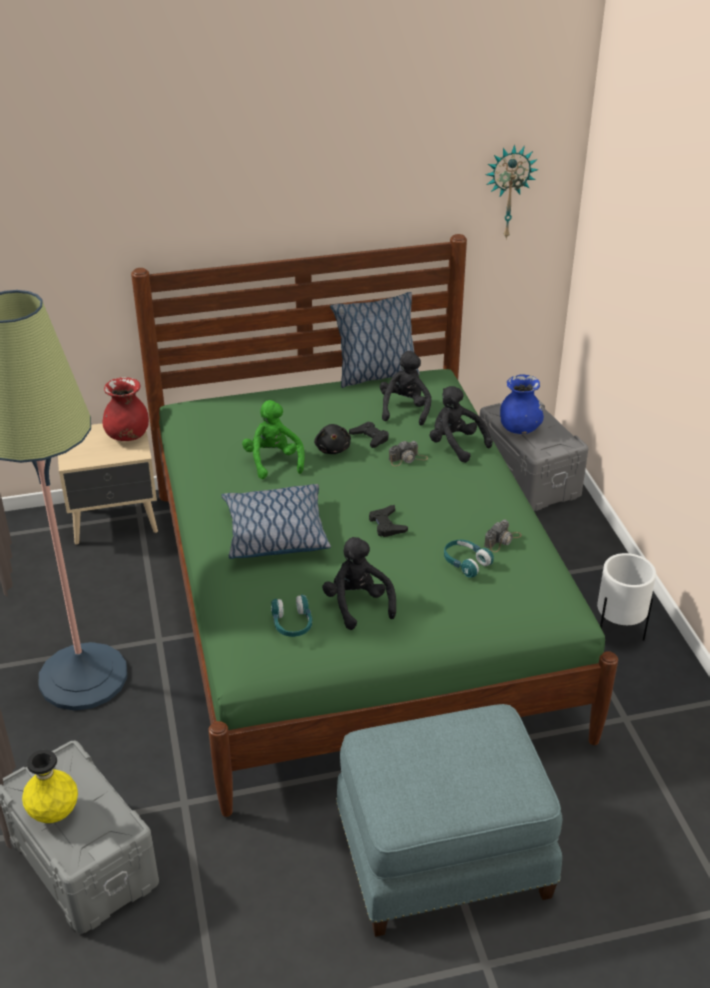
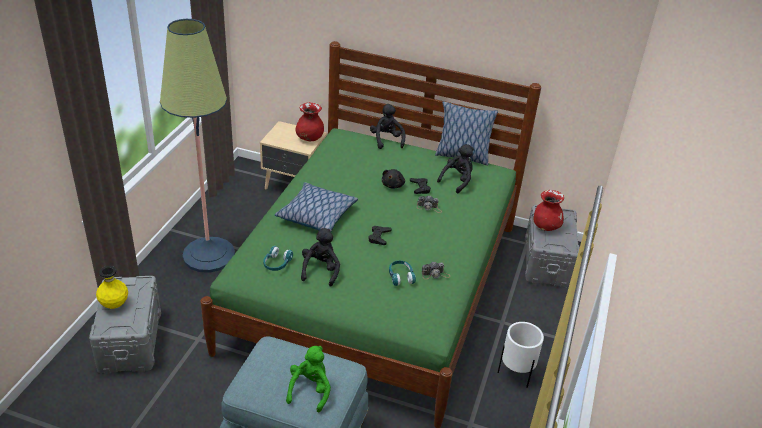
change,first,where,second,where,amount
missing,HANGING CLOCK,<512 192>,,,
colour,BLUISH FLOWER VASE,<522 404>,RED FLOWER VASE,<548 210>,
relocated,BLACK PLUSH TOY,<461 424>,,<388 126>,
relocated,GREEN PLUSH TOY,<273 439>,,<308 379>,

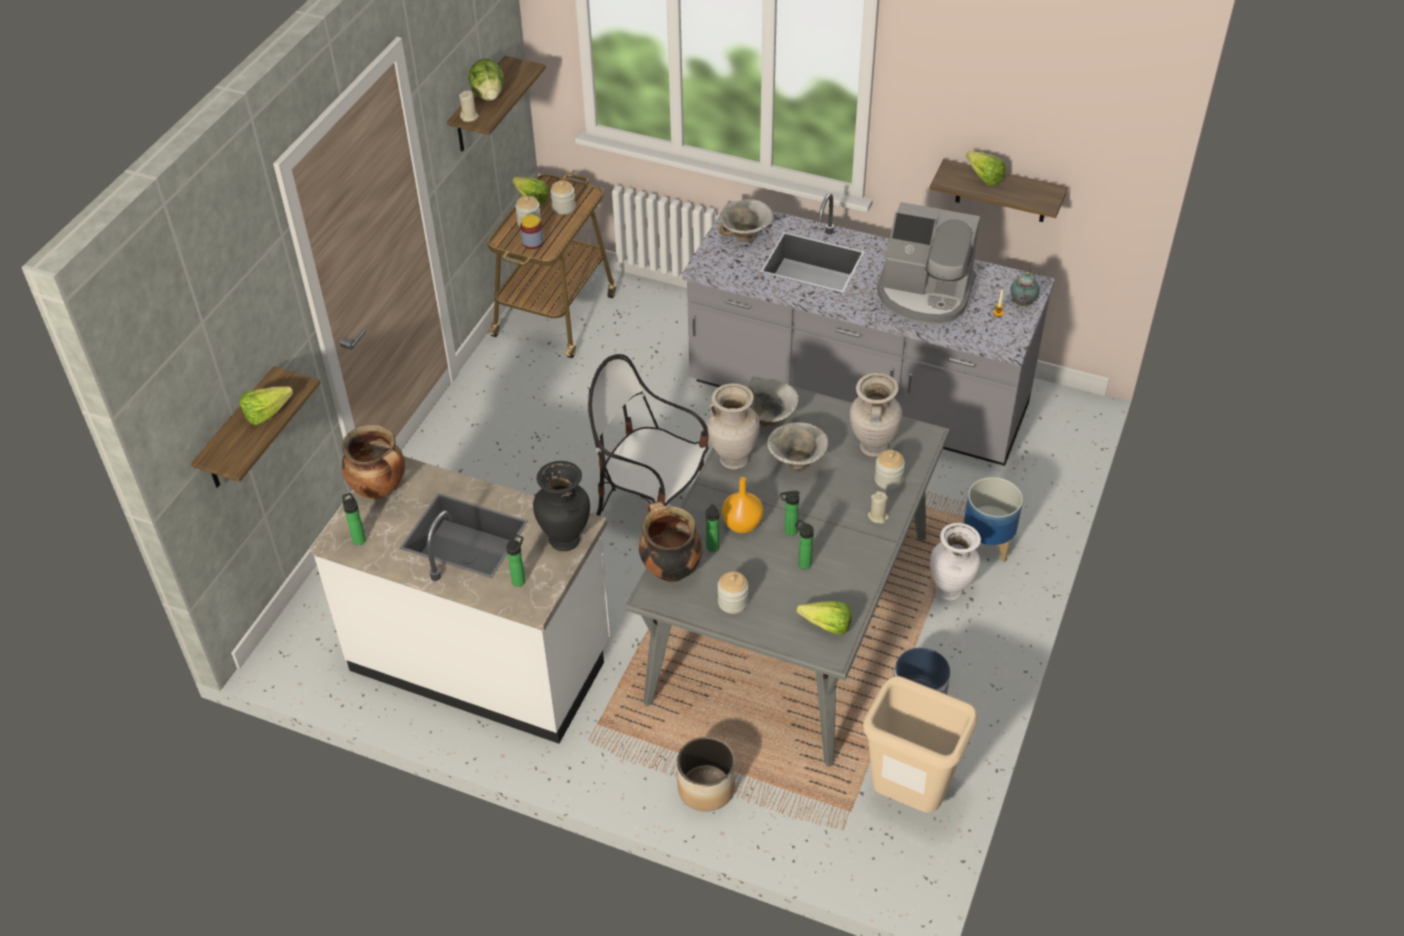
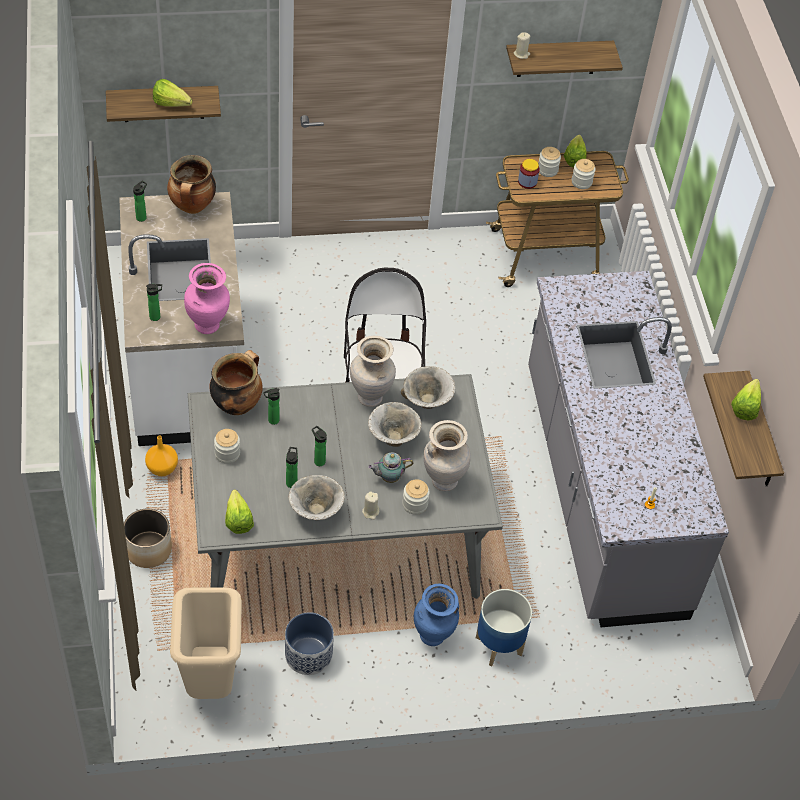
change,first,where,second,where,amount
missing,HEAD OF LETTUCE,<486 79>,,,
relocated,SERVING BOWL,<745 220>,,<317 497>,
missing,COFFEE BREWER,<928 263>,,,
relocated,POT FOR TEA,<1025 287>,,<390 467>,
colour,BLACK FLOWER VASE,<561 506>,PINK FLOWER VASE,<207 298>,
relocated,ORANGE-COLOURED FLOWER VASE,<742 505>,,<161 456>,
colour,WHITISH FLOWER VASE,<955 561>,BLUISH FLOWER VASE,<436 615>,

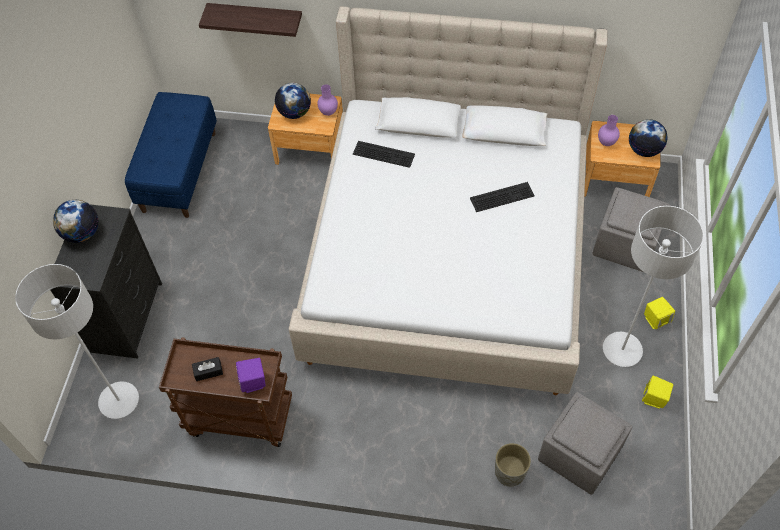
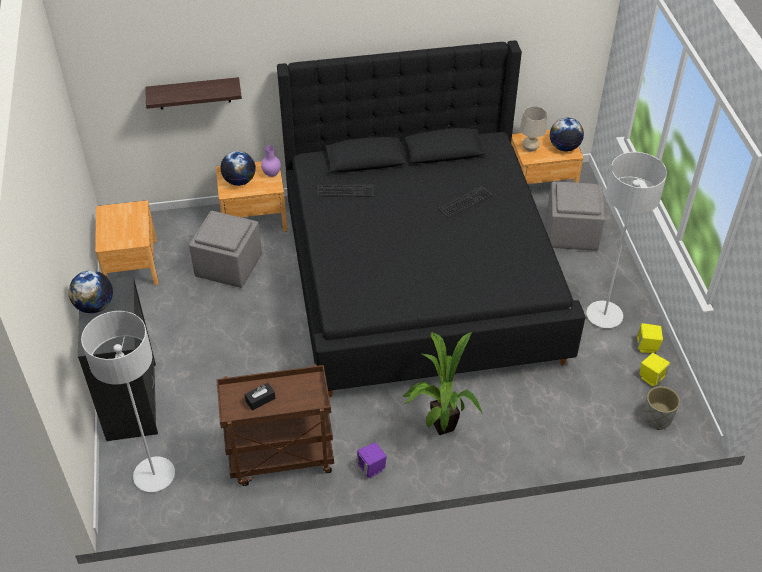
change,first,where,second,where,amount
colour,SAND-COLOURED SLEEPING BED,<448 200>,BLACK SLEEPING BED,<431 218>,
exchanged,BLUISH LONG SEAT,<171 155>,BROWN NIGHT TABLE,<127 242>,
exchanged,PURPLISH FLOWER VASE,<609 130>,SAND-COLOURED LAMP FOR A TABLE,<533 129>,
relocated,YELLOWISH LOUDSPEAKER,<659 313>,,<655 370>,
relocated,PURPLISH LOUDSPEAKER,<251 375>,,<371 460>,
relocated,GREYISH OTTOMAN,<585 443>,,<225 249>,
relocated,GREYISH FLOWER POT,<513 464>,,<661 408>,
appeared,,,PLANT IN A POT,<443 383>,

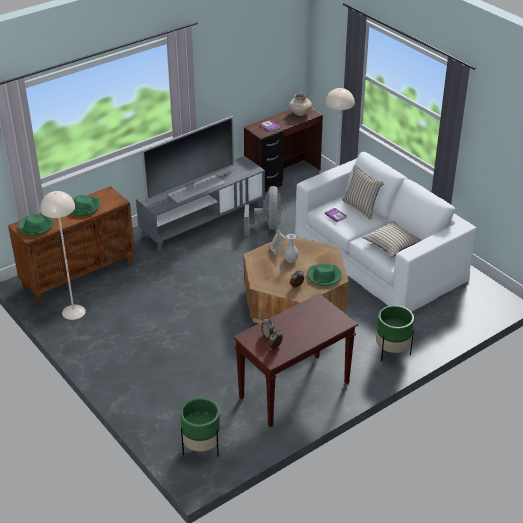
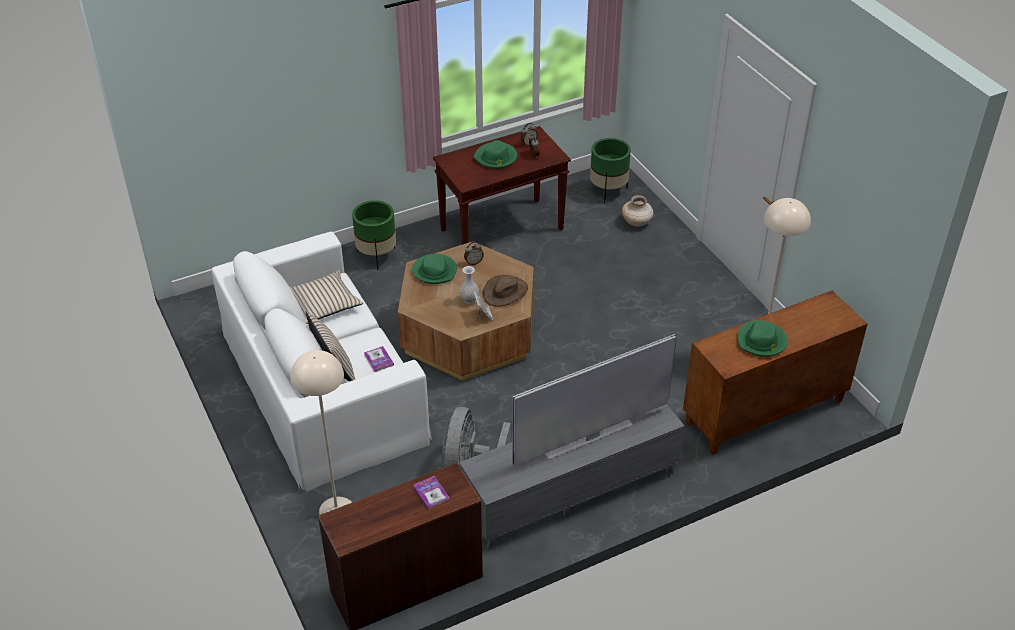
change,first,where,second,where,amount
relocated,SAND-COLOURED FLOWER VASE,<300 104>,,<637 211>,
relocated,GREEN CLOTHING HAT,<36 225>,,<495 154>,
appeared,,,BROWN CLOTHING HAT,<505 291>,

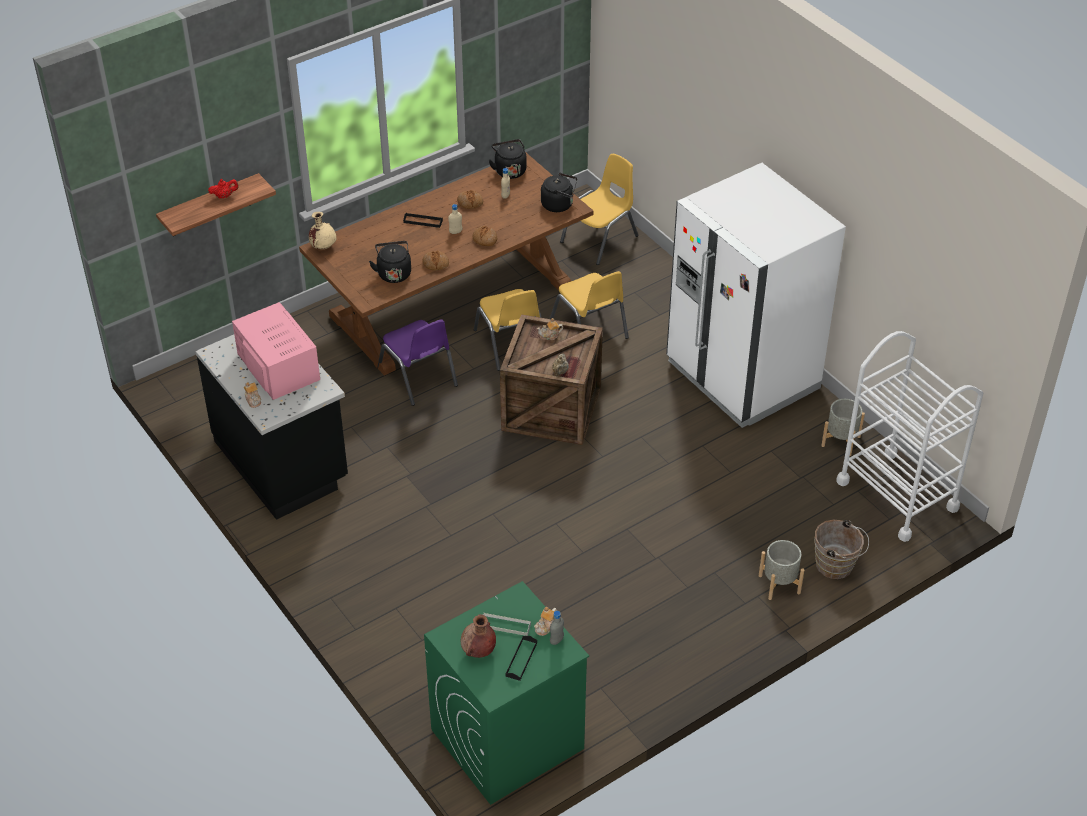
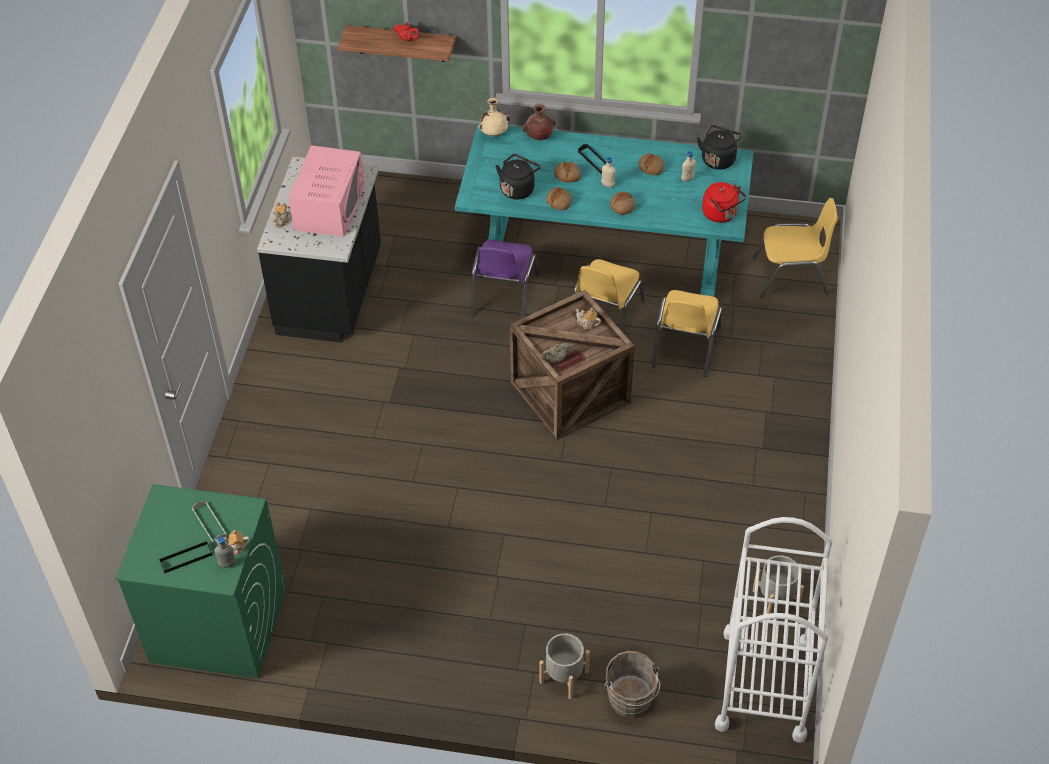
change,first,where,second,where,amount
colour,BROWN DINNER TABLE,<446 264>,TURQUOISE DINNER TABLE,<604 210>,
missing,WHITISH REFRIGERATOR,<756 295>,,,
colour,BLACK KETTLE,<559 192>,RED KETTLE,<724 202>,
relocated,BROWN FLOWER VASE,<478 636>,,<538 122>,
appeared,,,BREAD,<567 172>,

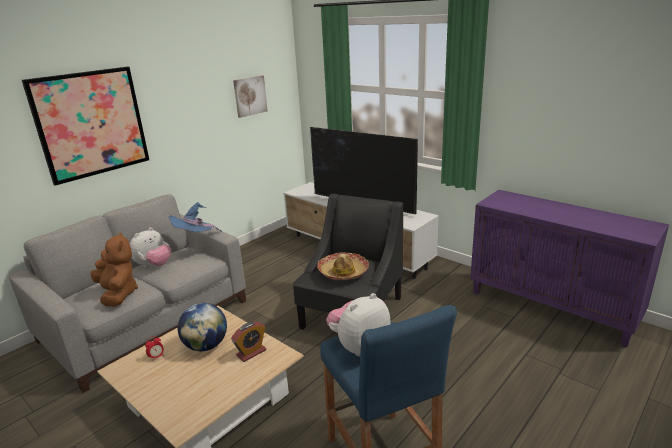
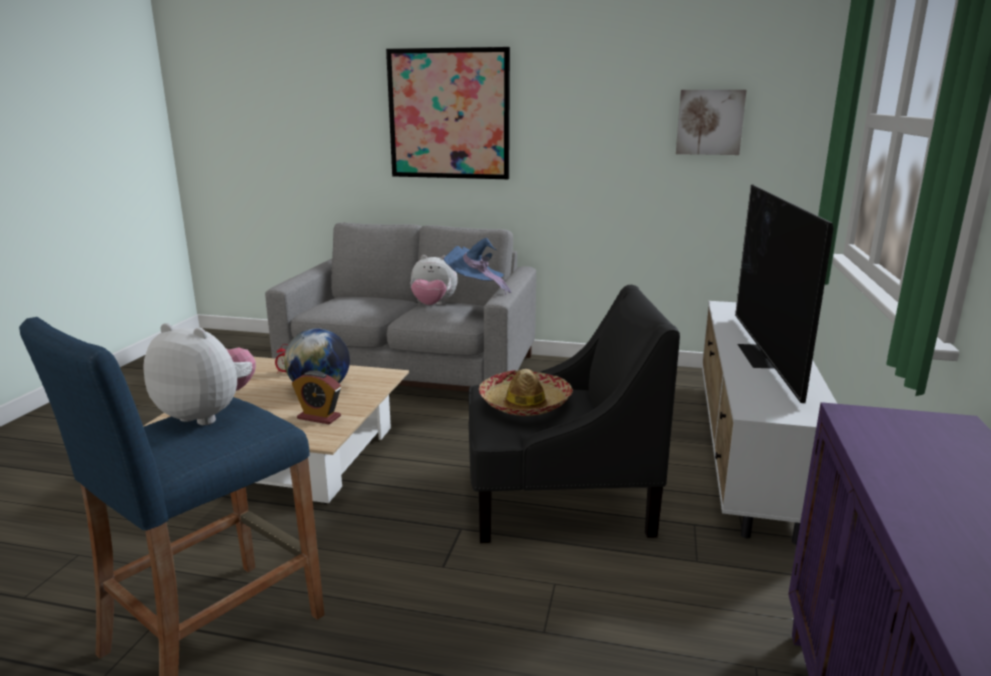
change,first,where,second,where,amount
missing,BROWN PLUSH TOY,<114 269>,,,

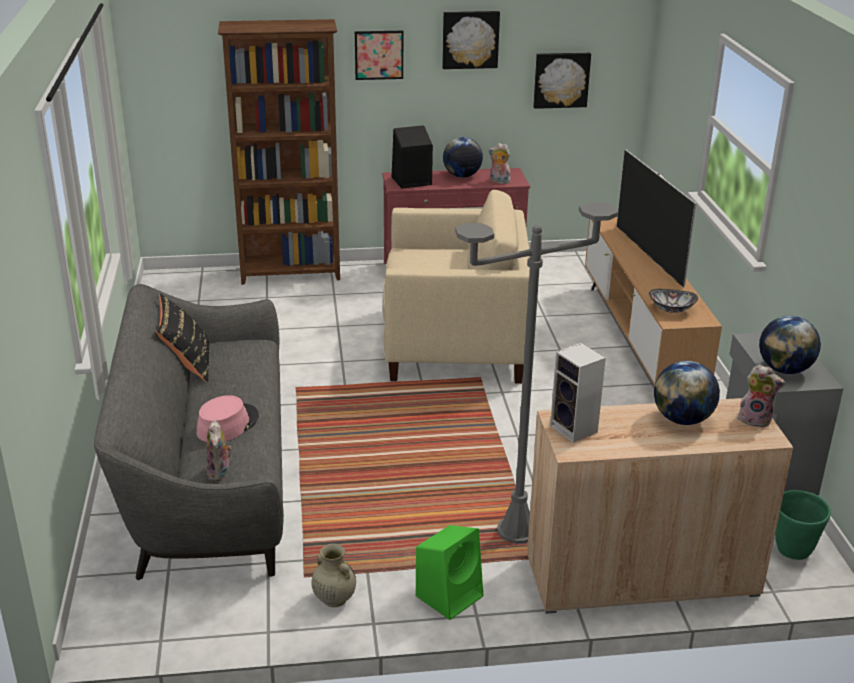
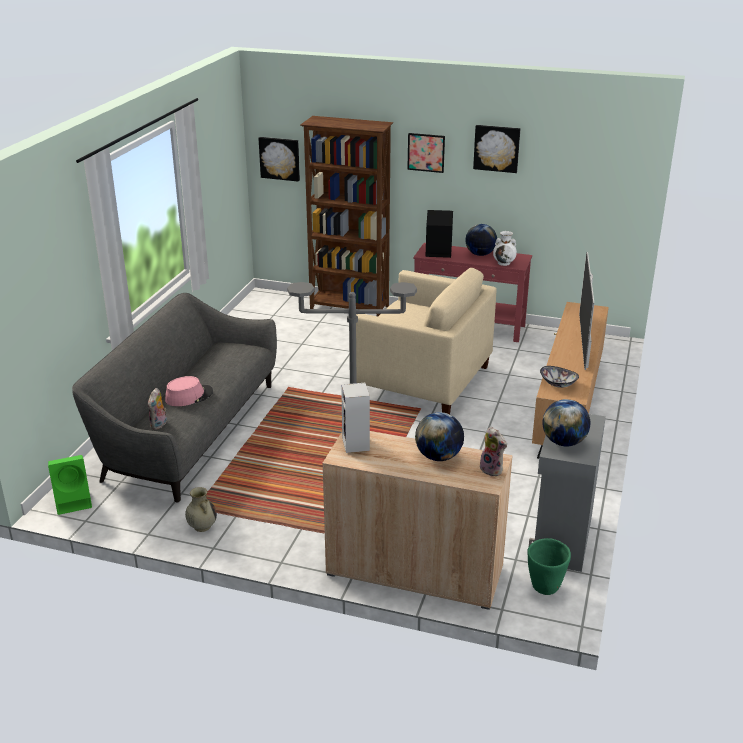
change,first,where,second,where,amount
relocated,WALL PICTURE,<562 81>,,<279 159>,
exchanged,PLUSH TOY,<499 163>,WHITISH FLOWER VASE,<505 248>,
missing,BLACK CUSHION,<183 337>,,,
relocated,GREEN LOUDSPEAKER,<449 572>,,<70 485>,

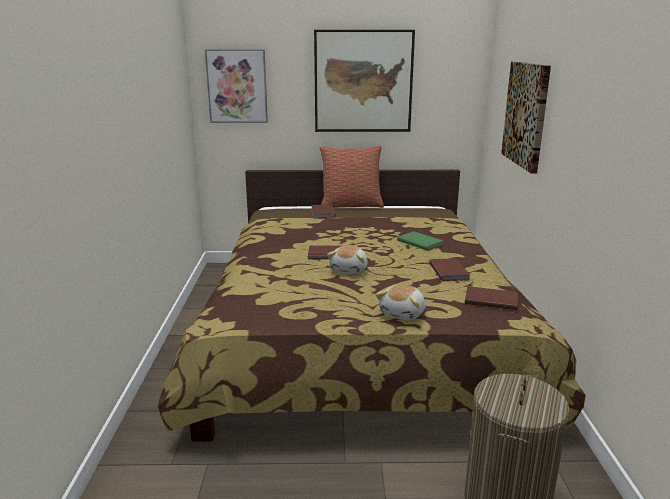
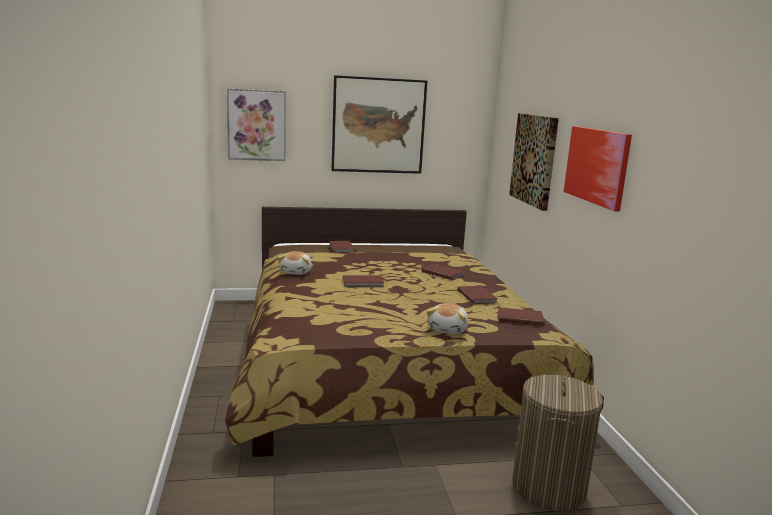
change,first,where,second,where,amount
missing,CUSHION,<352 177>,,,
colour,GREEN BOOK,<420 241>,BROWN BOOK,<443 272>,
relocated,PLUSH TOY,<347 259>,,<295 263>,
appeared,,,WALL PICTURE,<598 169>,

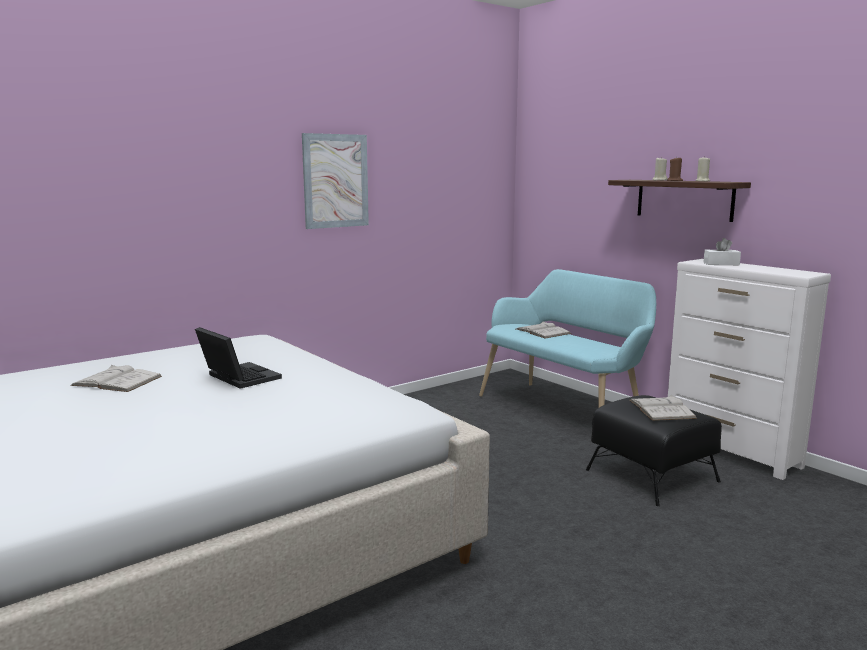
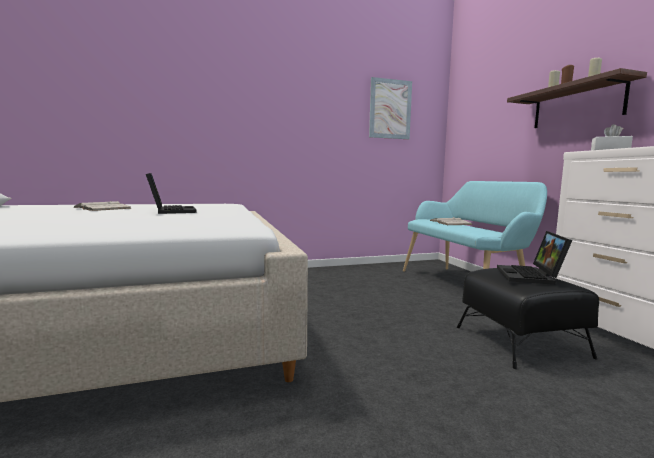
change,first,where,second,where,amount
relocated,WALL PICTURE,<335 181>,,<390 108>,
exchanged,WHITISH BOOK,<663 408>,LAPTOP,<534 258>,

